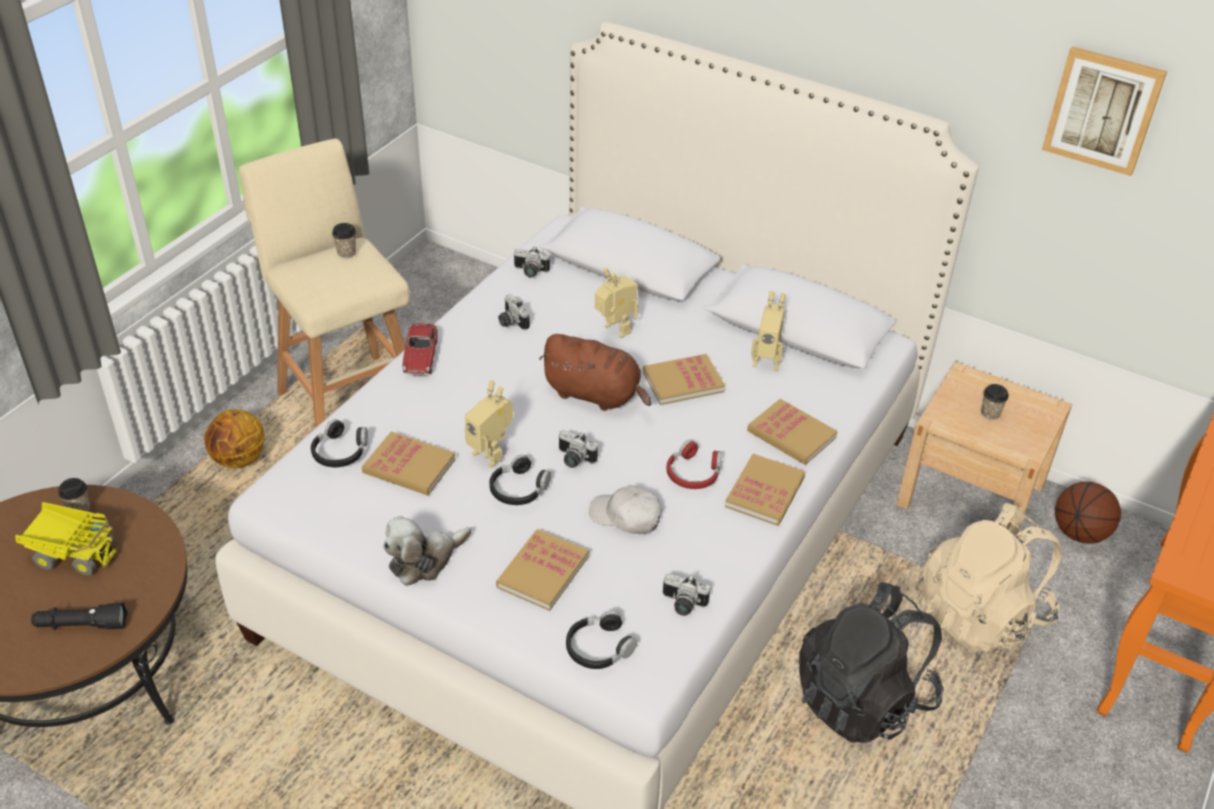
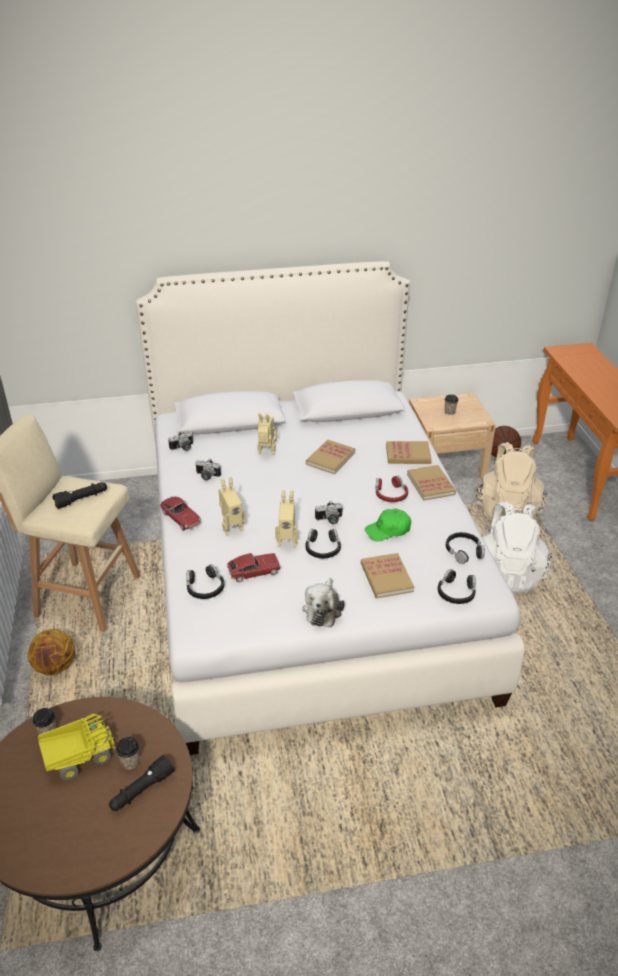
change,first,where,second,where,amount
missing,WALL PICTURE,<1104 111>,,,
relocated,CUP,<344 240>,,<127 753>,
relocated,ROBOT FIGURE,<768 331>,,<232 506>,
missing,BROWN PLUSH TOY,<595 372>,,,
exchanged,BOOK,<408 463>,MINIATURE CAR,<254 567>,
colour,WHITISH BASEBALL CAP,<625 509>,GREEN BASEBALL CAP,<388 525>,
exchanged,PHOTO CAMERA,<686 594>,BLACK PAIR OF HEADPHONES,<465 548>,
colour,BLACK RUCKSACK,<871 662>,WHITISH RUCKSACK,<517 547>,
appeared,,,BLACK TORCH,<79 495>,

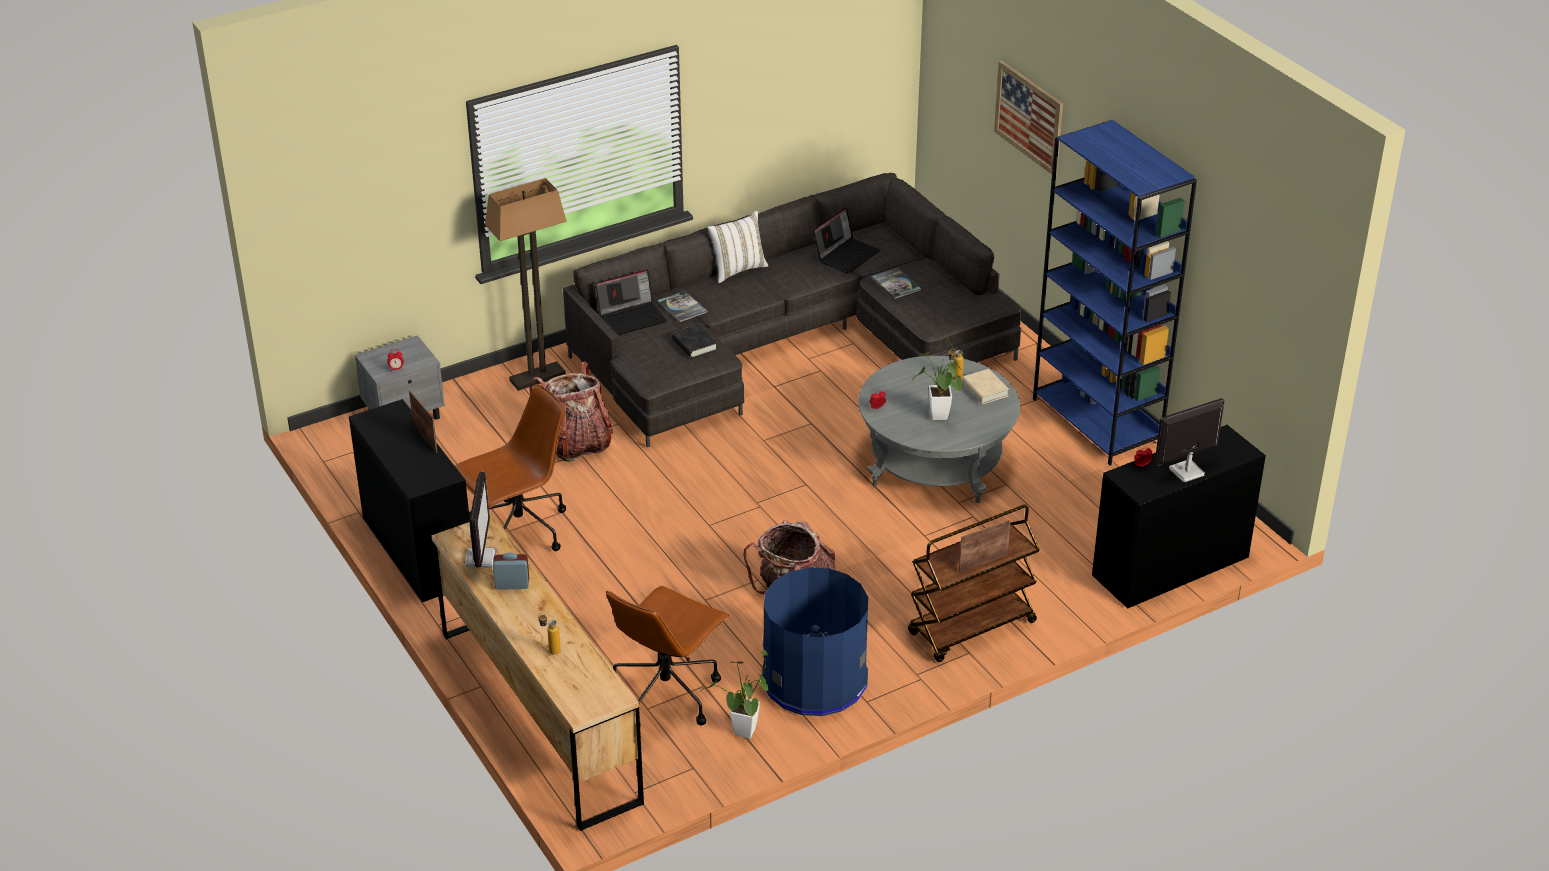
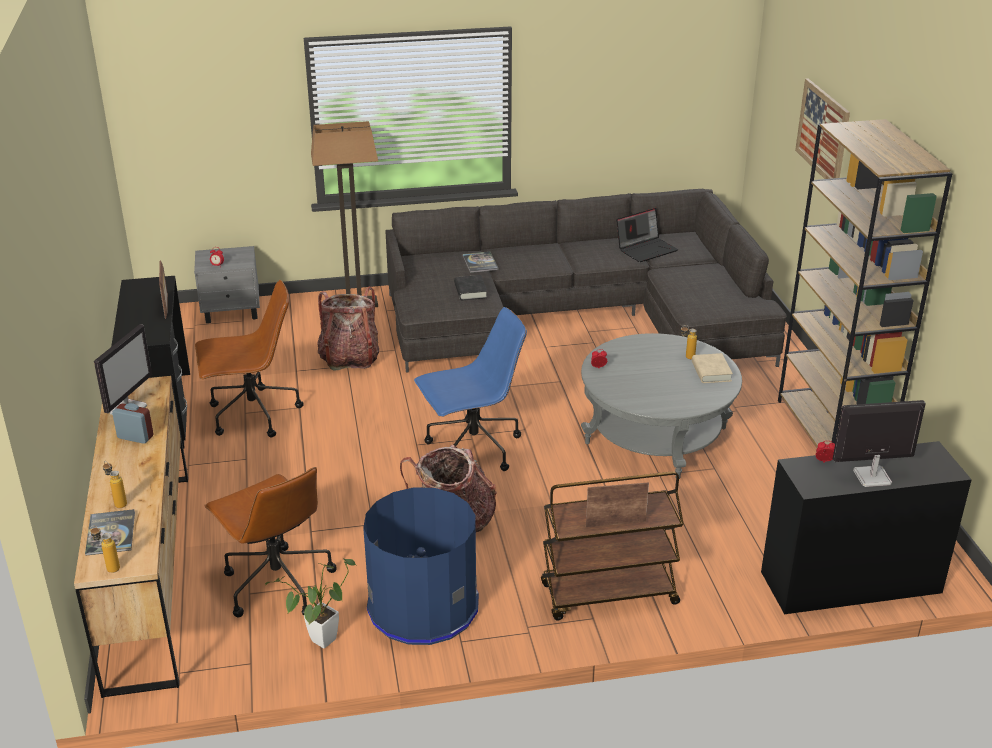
change,first,where,second,where,amount
colour,BLUISH BOOKCASE,<1115 293>,BROWN BOOKCASE,<865 283>,
missing,WHITISH CUSHION,<737 246>,,,
relocated,BOOK,<896 283>,,<110 532>,
missing,LAPTOP,<631 302>,,,
missing,PLANT IN A POT,<937 379>,,,
spun,BROWN COMPUTER CHAIR,<667 656>,,<270 542>,90 degrees counterclockwise
appeared,,,BLUISH COMPUTER CHAIR,<470 389>,
appeared,,,BOTTLE,<105 549>,

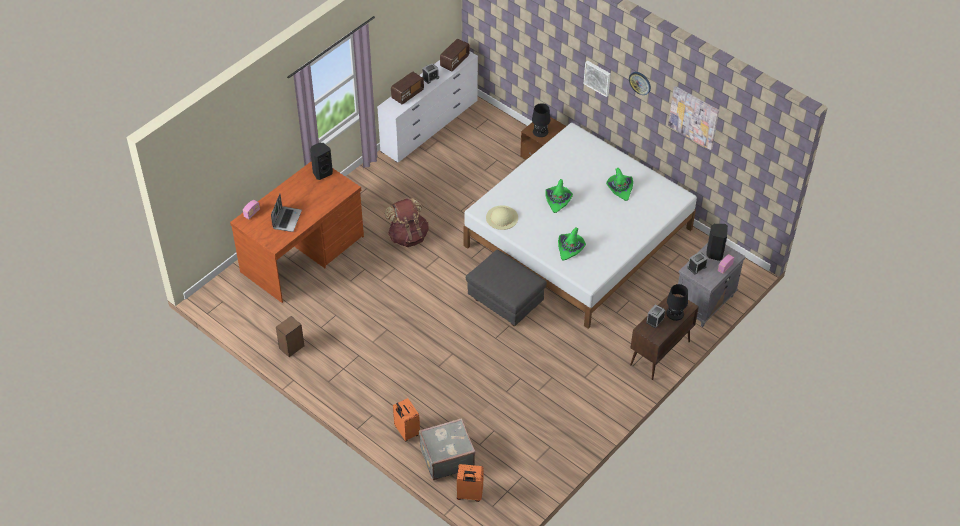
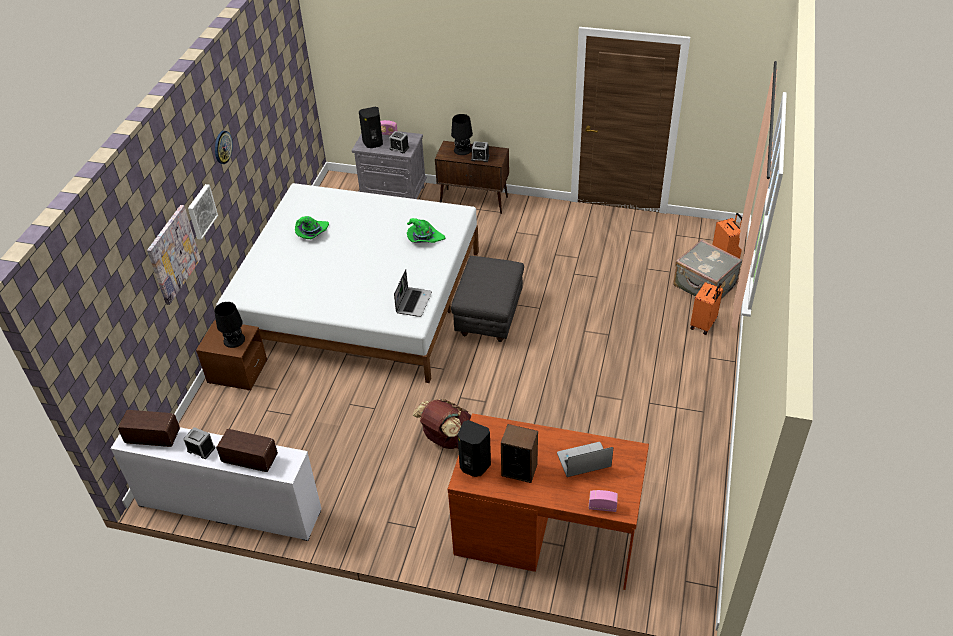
change,first,where,second,where,amount
relocated,WALL PICTURE,<693 118>,,<174 255>,
missing,GREEN CLOTHING HAT,<559 196>,,,
exchanged,SAND-COLOURED CLOTHING HAT,<502 218>,LAPTOP,<413 293>,
relocated,LOUDSPEAKER,<290 336>,,<519 453>,

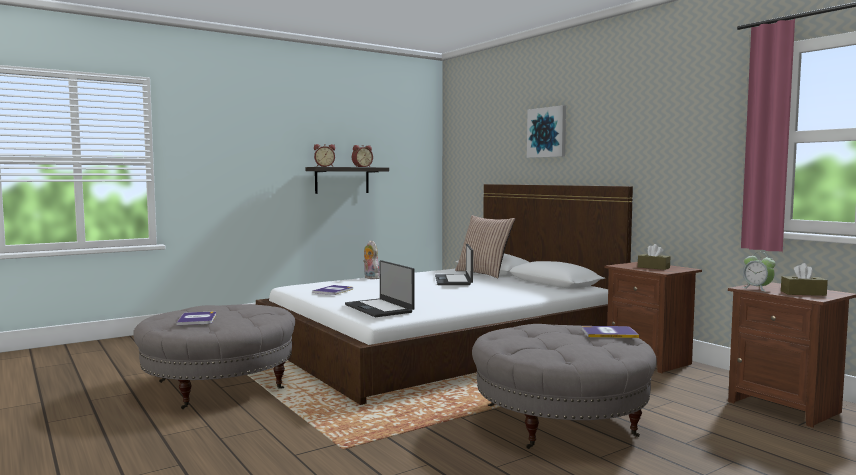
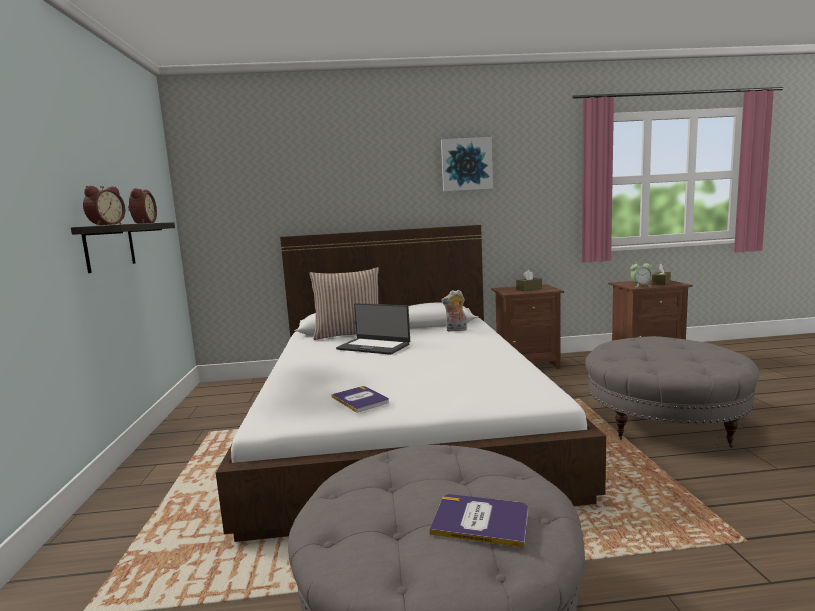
change,first,where,second,where,amount
relocated,WALL PICTURE,<546 131>,,<467 164>,
relocated,PLUSH TOY,<371 260>,,<454 310>,
missing,LAPTOP,<380 288>,,,
missing,BOOK,<610 332>,,,

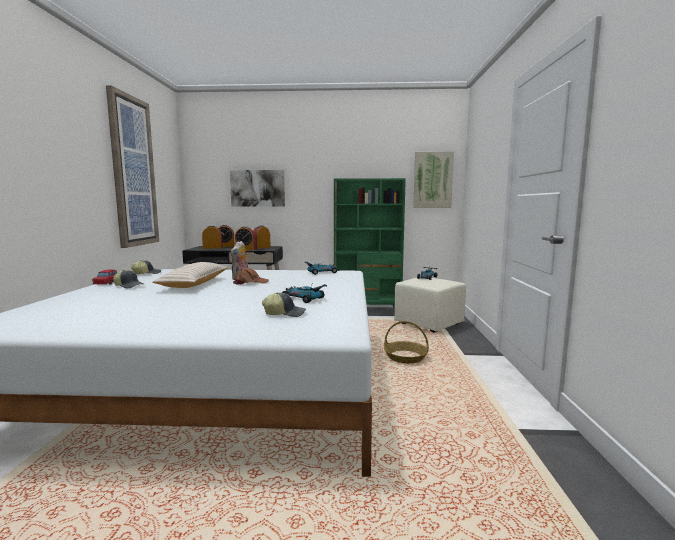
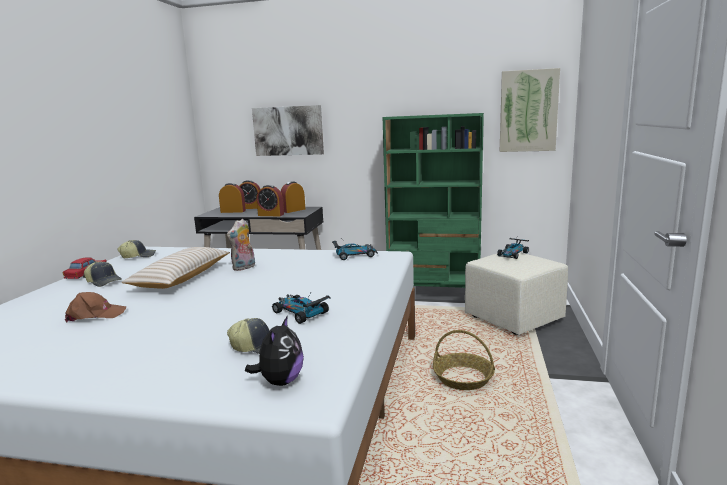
change,first,where,second,where,amount
missing,WALL PICTURE,<132 166>,,,
relocated,BROWN BASEBALL CAP,<251 276>,,<96 307>,
appeared,,,PLUSH TOY,<274 350>,

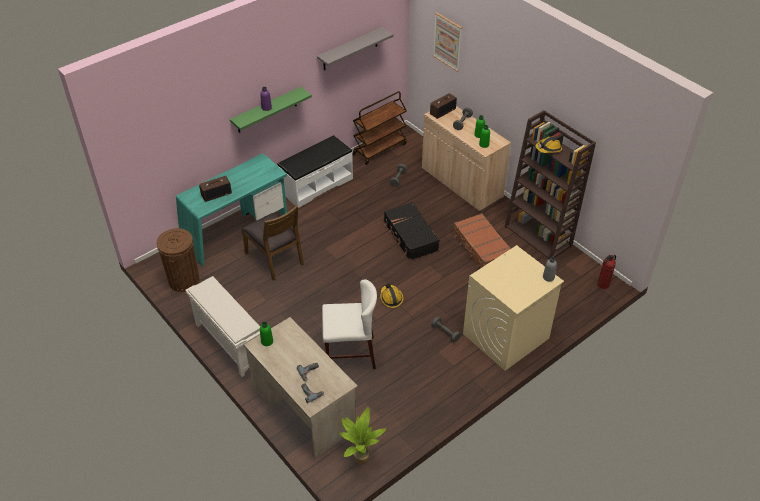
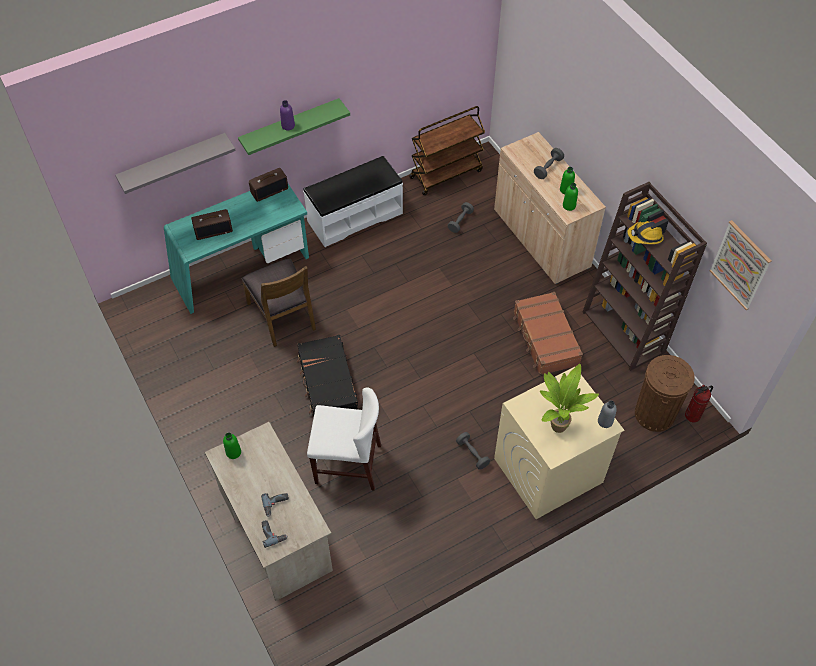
change,first,where,second,where,amount
relocated,WALL PICTURE,<447 42>,,<740 265>,
relocated,GREYISH WALL SHELF,<355 48>,,<175 163>,
relocated,RADIO,<443 106>,,<268 185>,
relocated,BLACK TRAVEL CASE,<412 231>,,<327 375>,
relocated,BROWN RUBBISH BIN,<178 260>,,<665 393>,
missing,WHITISH SHOE SHELF,<222 326>,,,
missing,WORK HELMET,<391 296>,,,
relocated,PLANT IN A POT,<362 436>,,<569 398>,

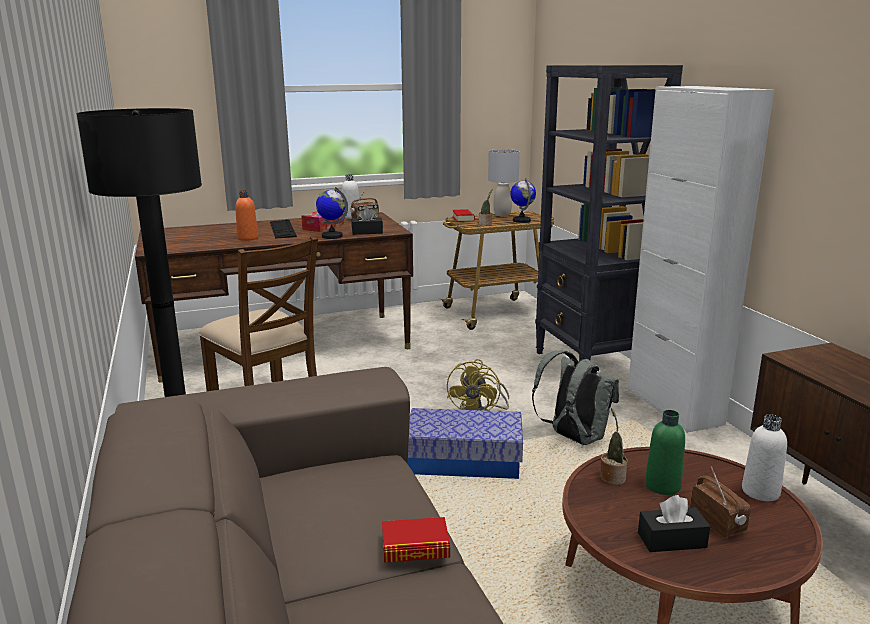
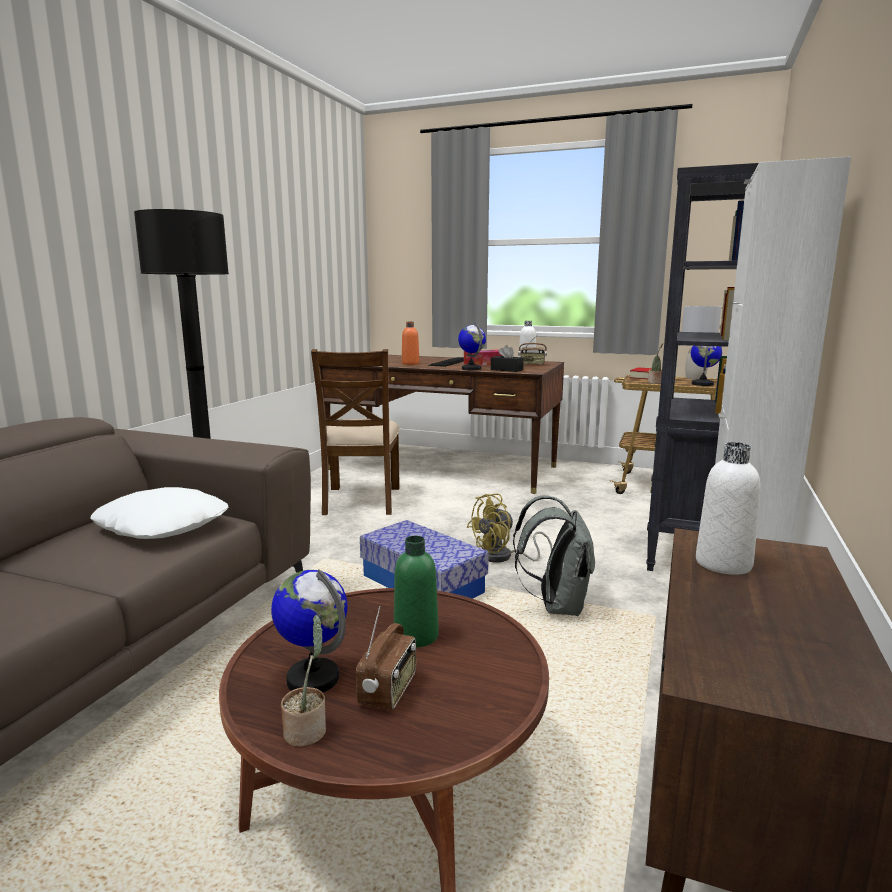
change,first,where,second,where,amount
relocated,PLANT IN A POT,<614 446>,,<303 681>,
relocated,WHITISH BOTTLE,<764 457>,,<728 508>,
exchanged,BLACK BOX OF TISSUES,<674 523>,WORLD GLOBE,<309 631>,
missing,BOOK,<416 540>,,,
appeared,,,WHITISH CUSHION,<160 513>,

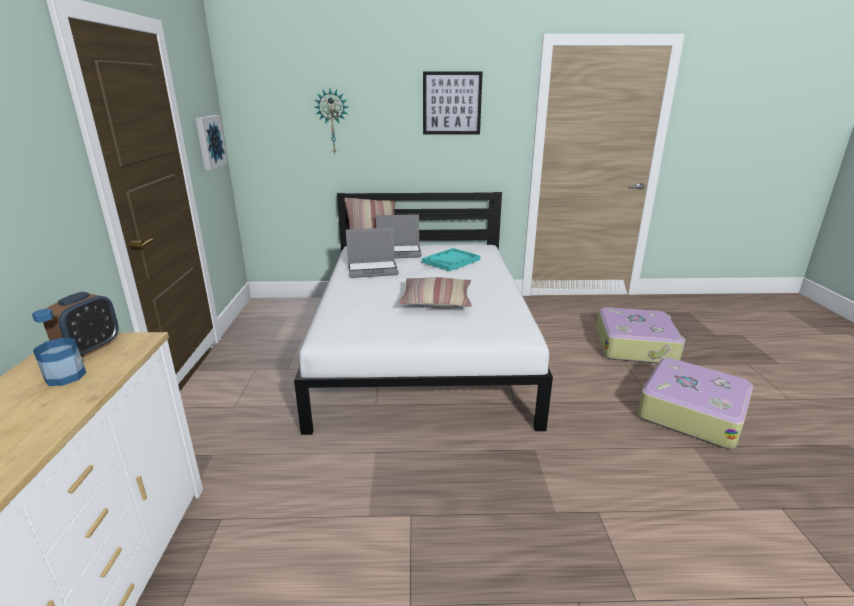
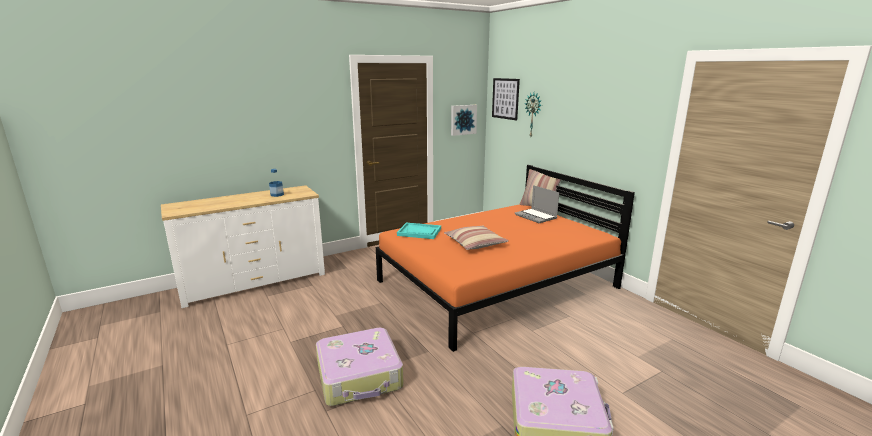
change,first,where,second,where,amount
relocated,WALL PICTURE,<453 103>,,<506 99>,
colour,WHITISH SLEEPING BED,<423 313>,ORANGE-COLOURED SLEEPING BED,<505 258>,
missing,LAPTOP,<372 252>,,,
relocated,TURQUOISE TRAY,<451 259>,,<419 231>,
missing,TABLE CLOCK,<81 324>,,,
relocated,TRAVEL CASE,<641 335>,,<360 367>,

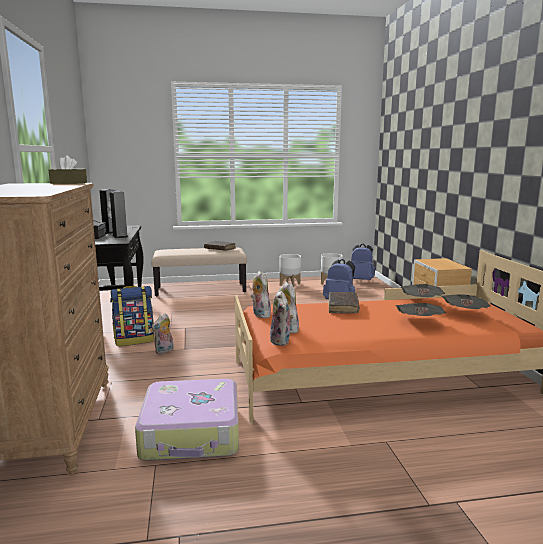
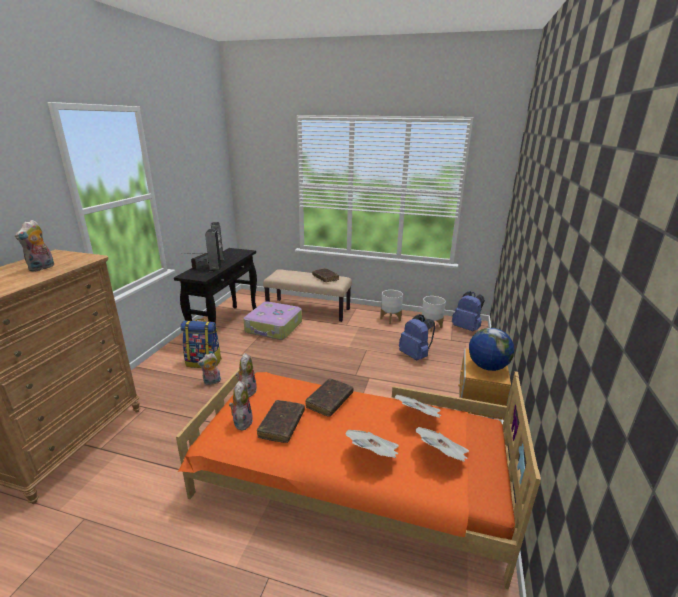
change,first,where,second,where,amount
missing,BROWN BOX OF TISSUES,<68 169>,,,
relocated,PLUSH TOY,<282 318>,,<34 246>,
relocated,TRAVEL CASE,<187 420>,,<272 320>,
appeared,,,WORLD GLOBE,<491 349>,
appeared,,,BROWN BOOK,<281 421>,

